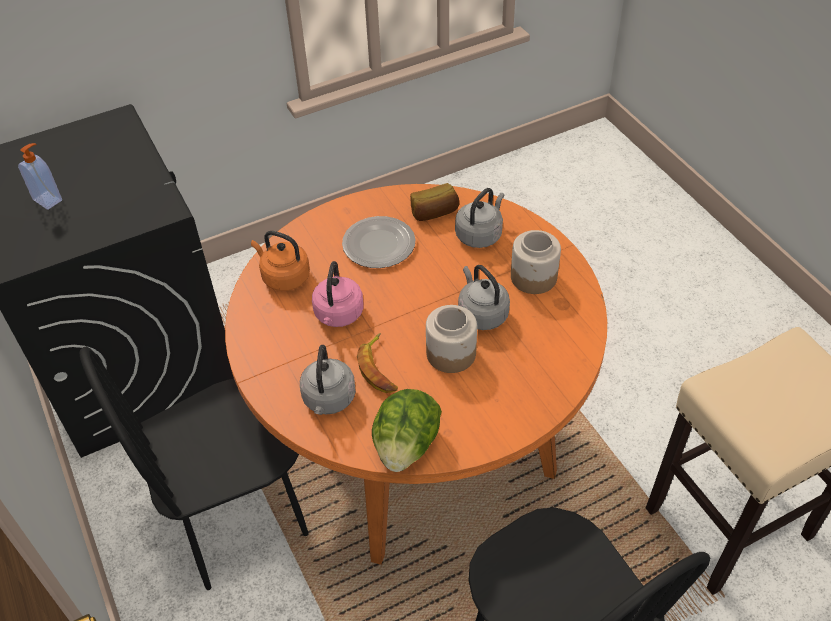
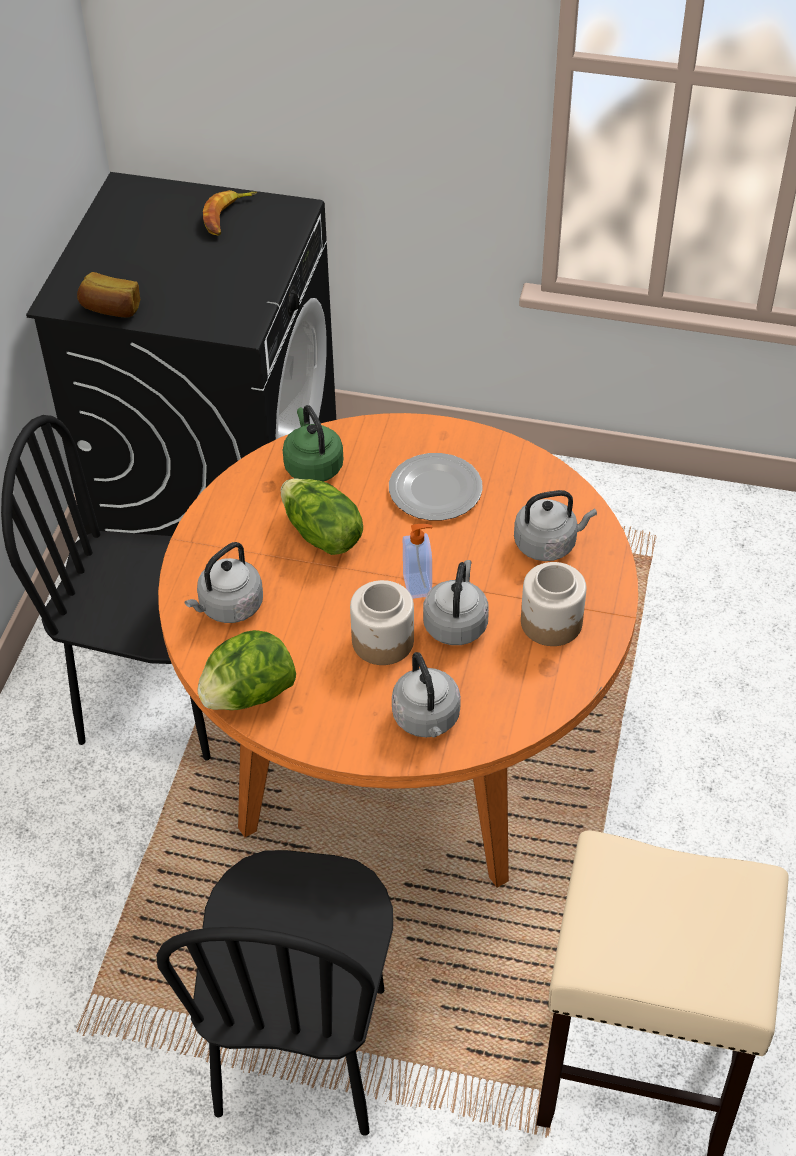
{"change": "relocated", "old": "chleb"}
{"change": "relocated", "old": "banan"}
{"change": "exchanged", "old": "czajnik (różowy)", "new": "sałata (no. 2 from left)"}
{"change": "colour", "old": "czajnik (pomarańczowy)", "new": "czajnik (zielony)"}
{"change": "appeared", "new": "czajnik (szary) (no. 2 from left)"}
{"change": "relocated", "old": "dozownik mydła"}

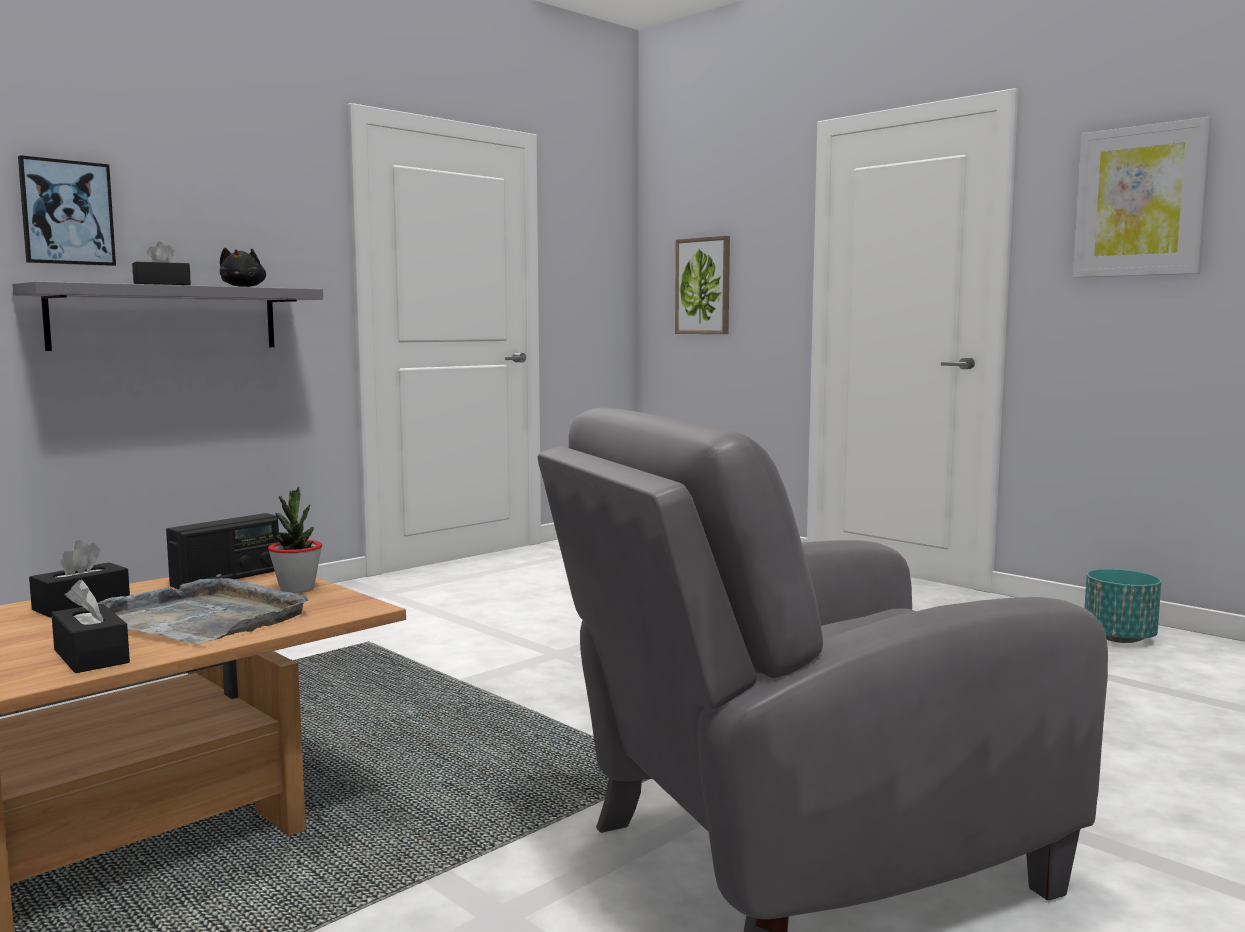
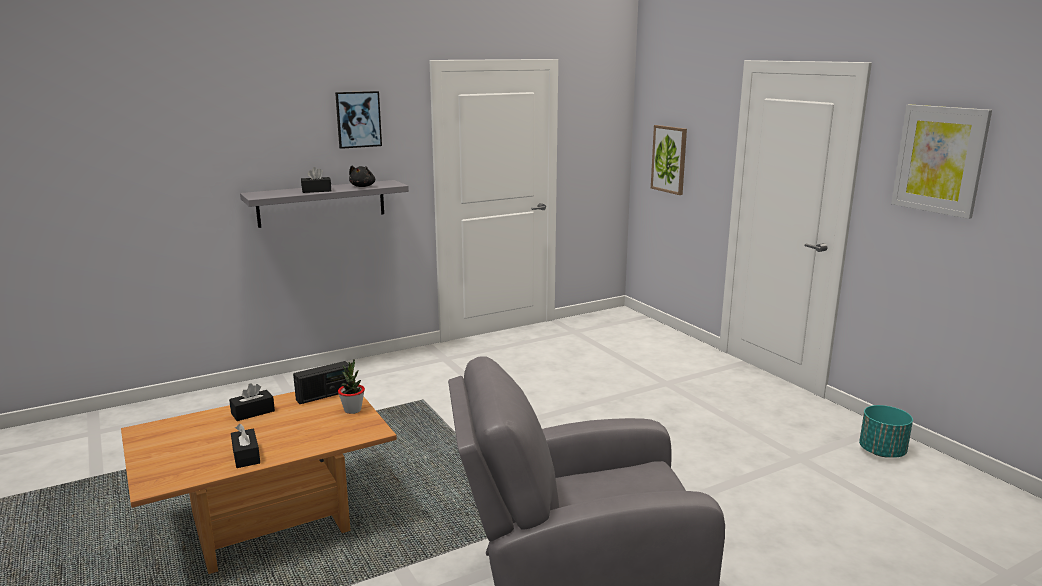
{"change": "relocated", "old": "obraz (no. 1 from left)"}
{"change": "missing", "old": "taca (szary)"}

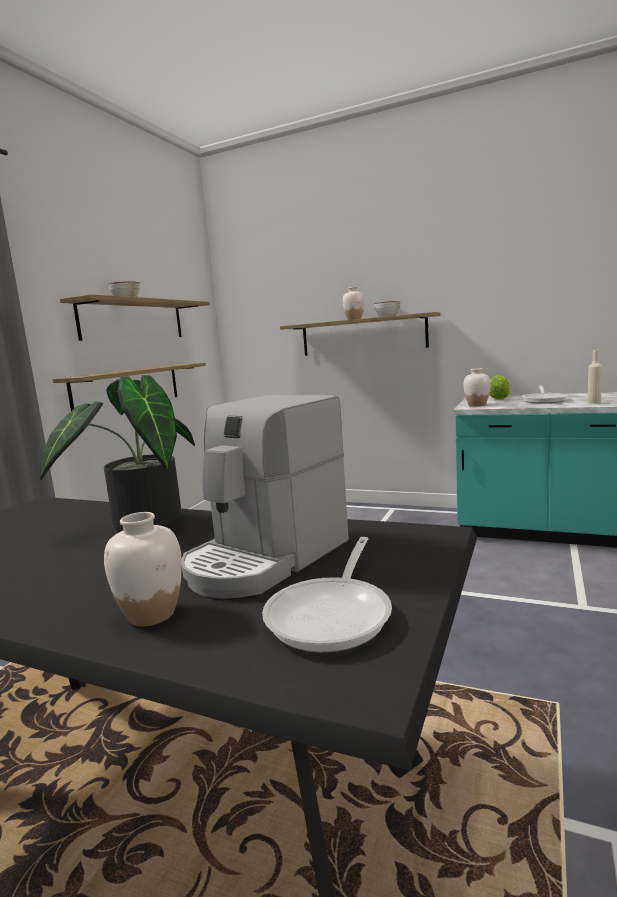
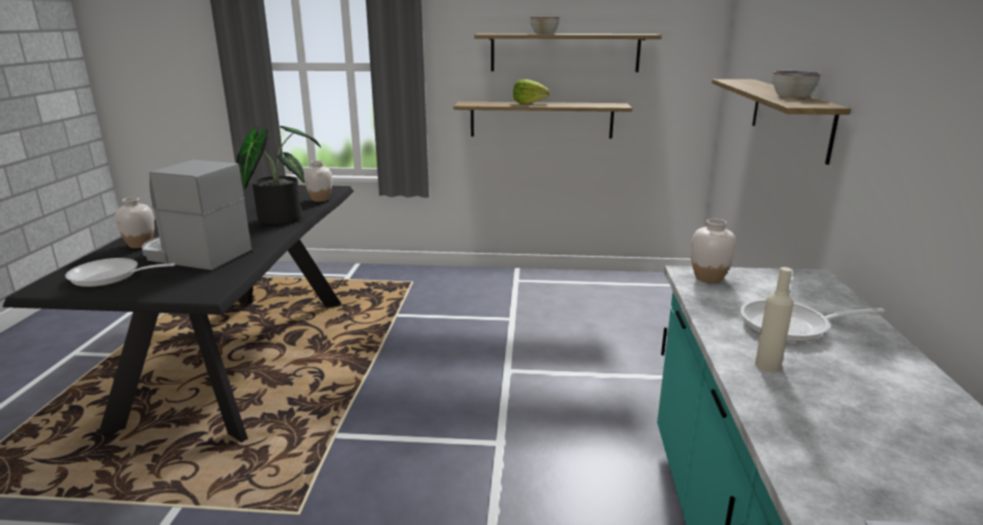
{"change": "relocated", "old": "wazon (biały) (no. 2 from left)"}
{"change": "relocated", "old": "sałata"}

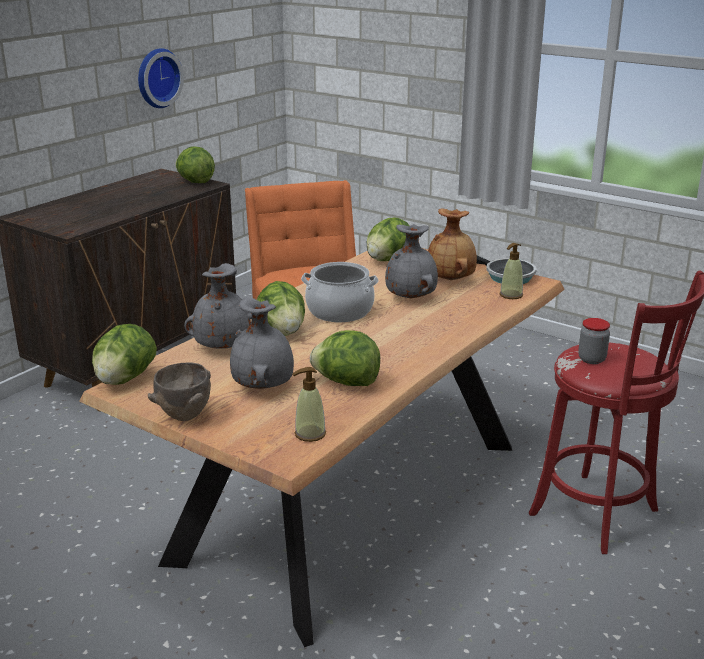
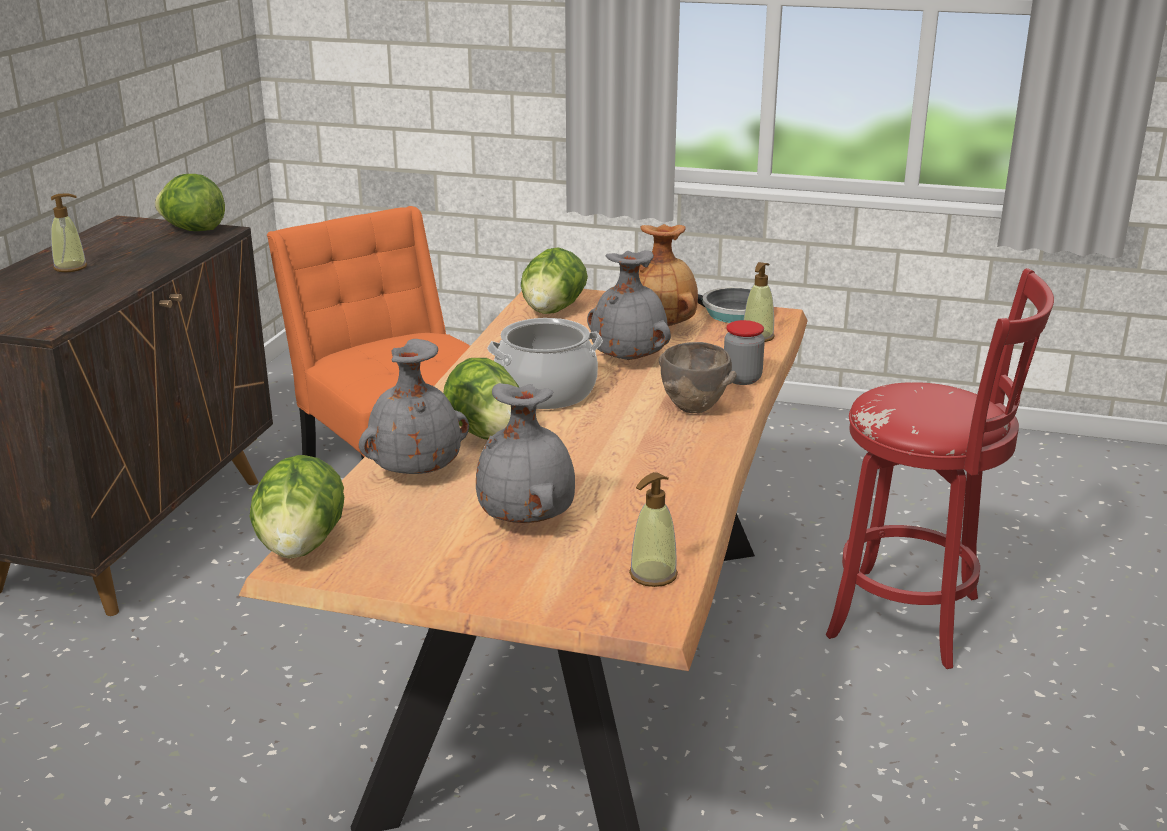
{"change": "appeared", "new": "dozownik mydła (no. 1 from left)"}
{"change": "relocated", "old": "miska (brązowy)"}
{"change": "relocated", "old": "słoik"}
{"change": "missing", "old": "zegar ścienny"}
{"change": "missing", "old": "sałata (no. 4 from left)"}

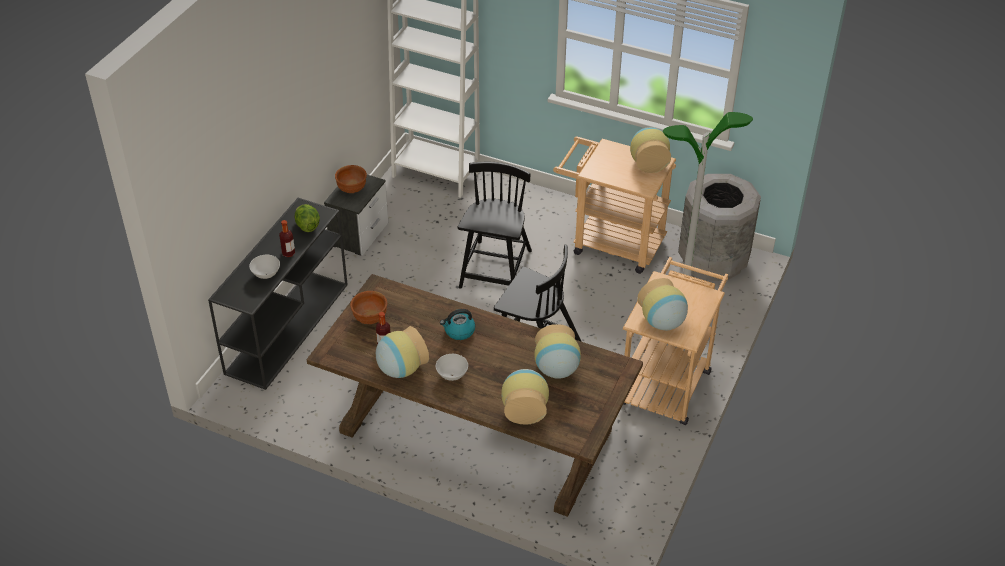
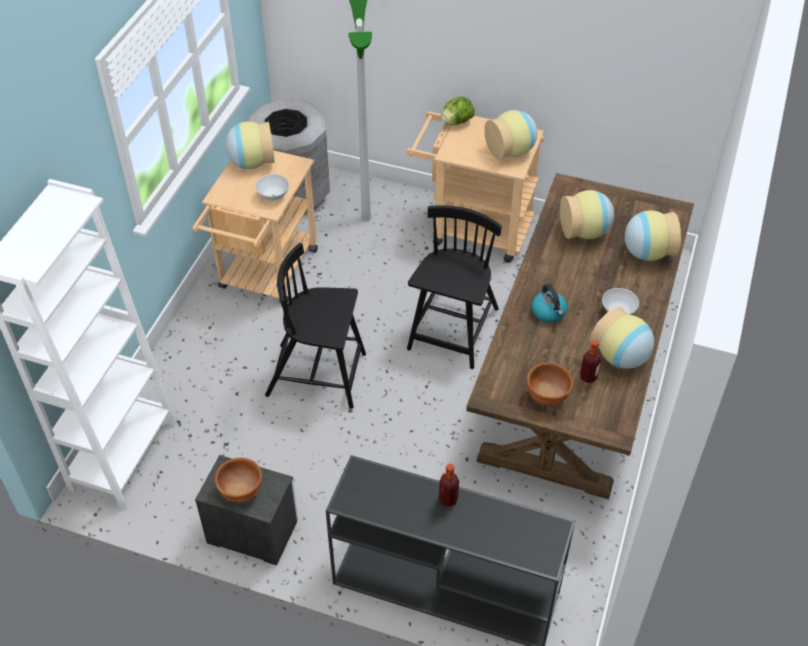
{"change": "relocated", "old": "miska (biały) (no. 1 from left)"}
{"change": "relocated", "old": "sałata"}

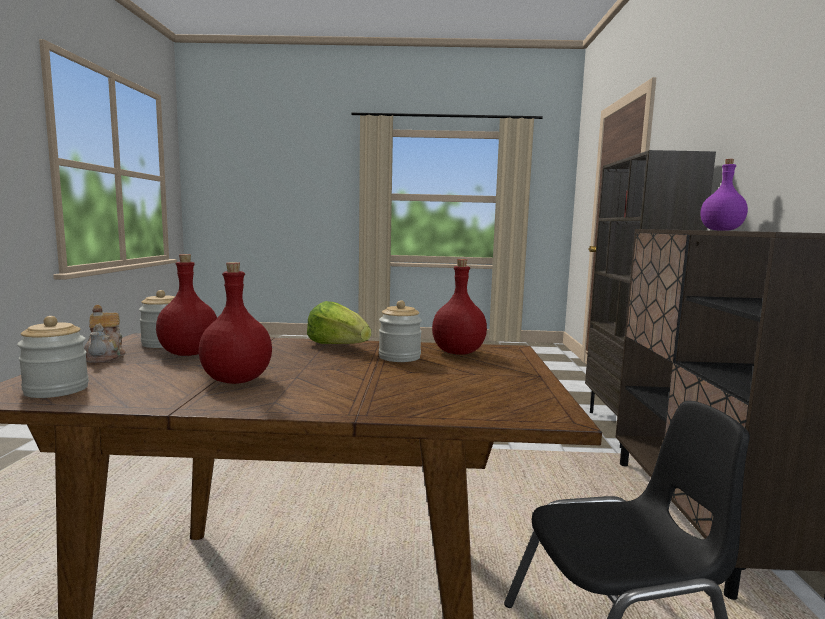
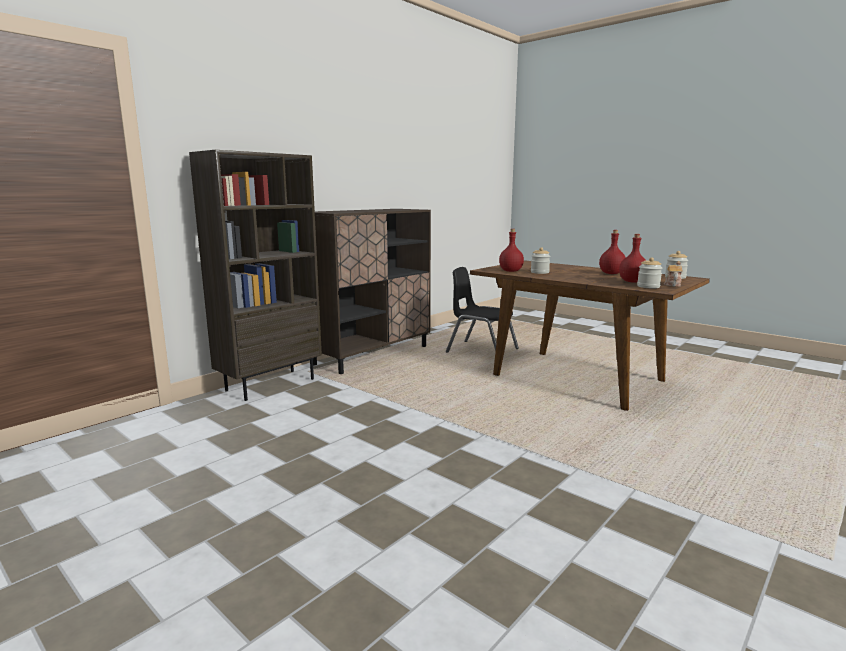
{"change": "missing", "old": "sałata"}
{"change": "missing", "old": "butelka (fioletowy)"}

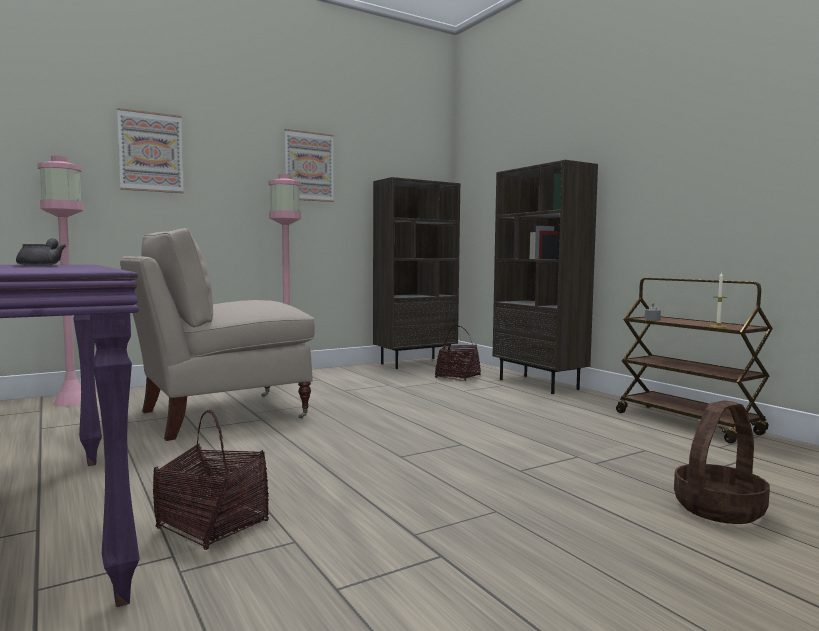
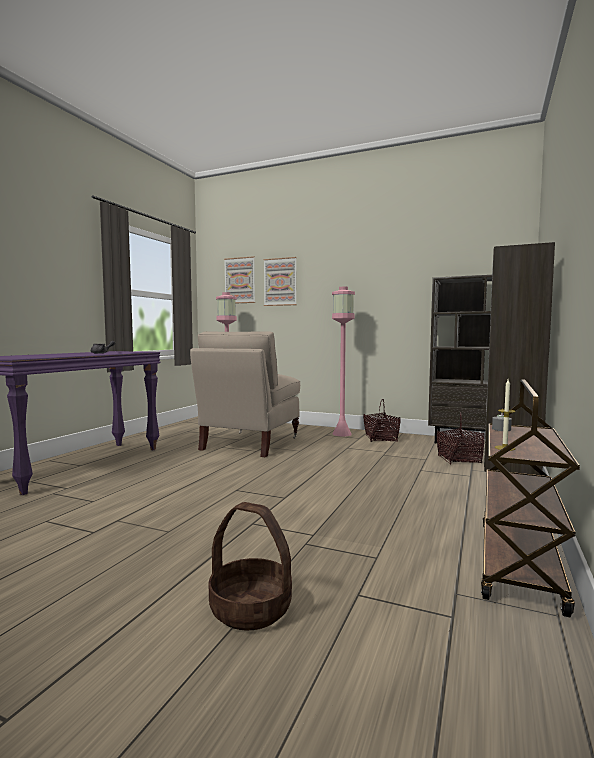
{"change": "spun", "old": "krzesło (beżowy)", "degrees": -90}
{"change": "relocated", "old": "obraz (no. 2 from left in the first image)", "new": "obraz (no. 1 from left)"}
{"change": "relocated", "old": "koszyk (no. 1 from left in the first image)", "new": "koszyk (no. 2 from left)"}

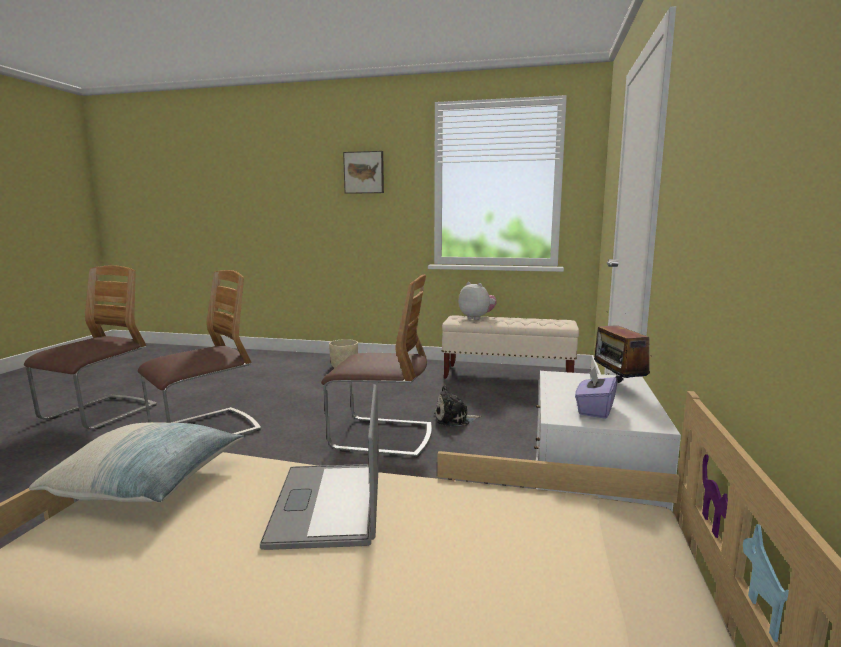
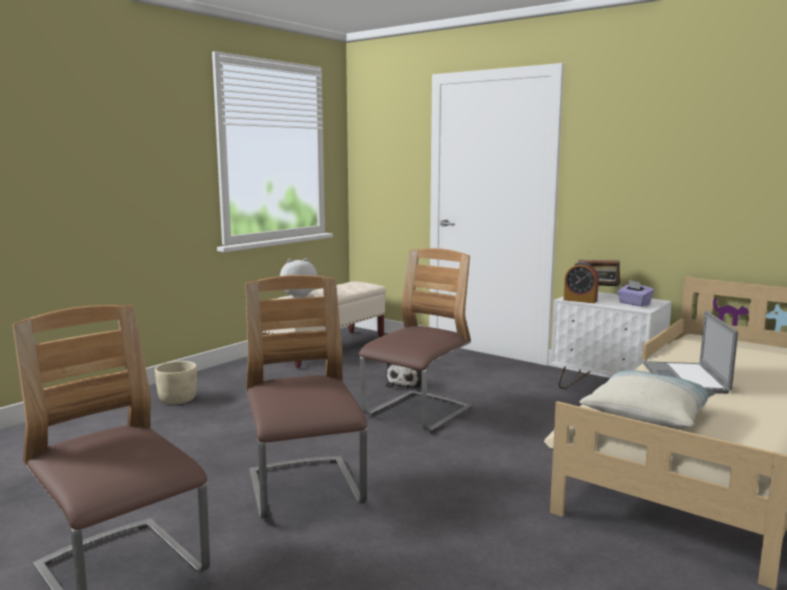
{"change": "appeared", "new": "budzik"}
{"change": "spun", "old": "laptop", "degrees": 75}
{"change": "missing", "old": "obraz"}

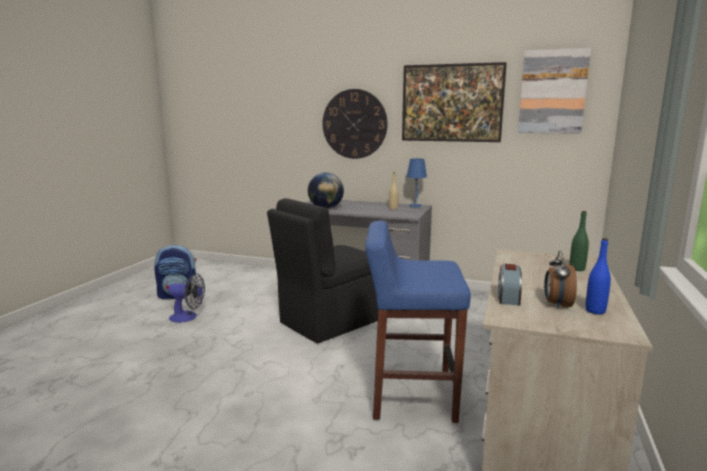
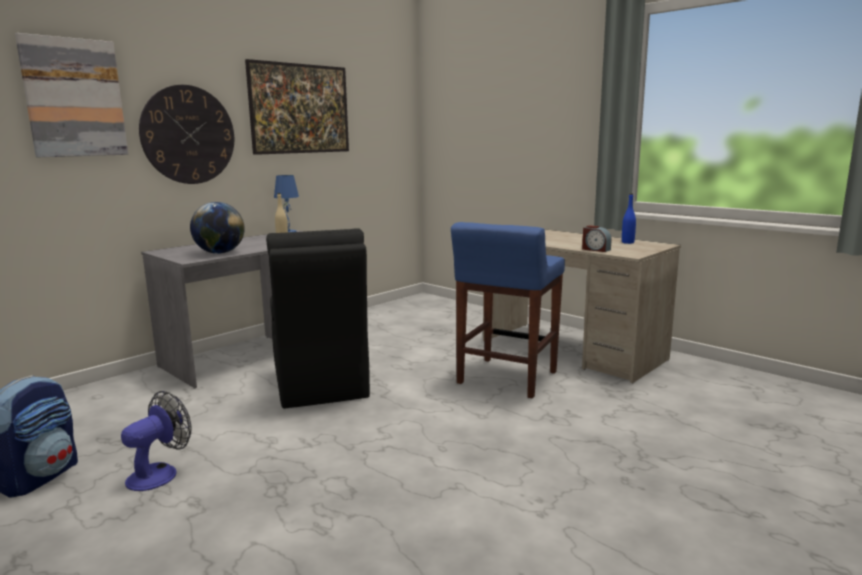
{"change": "relocated", "old": "obraz (no. 2 from left in the first image)", "new": "obraz (no. 1 from left)"}
{"change": "missing", "old": "budzik (no. 2 from left)"}
{"change": "missing", "old": "butelka (zielony)"}

